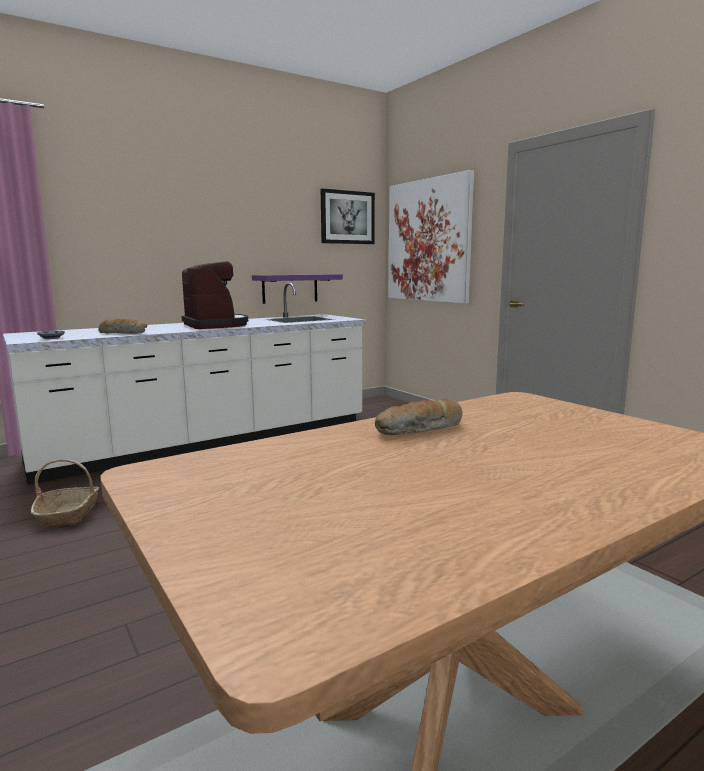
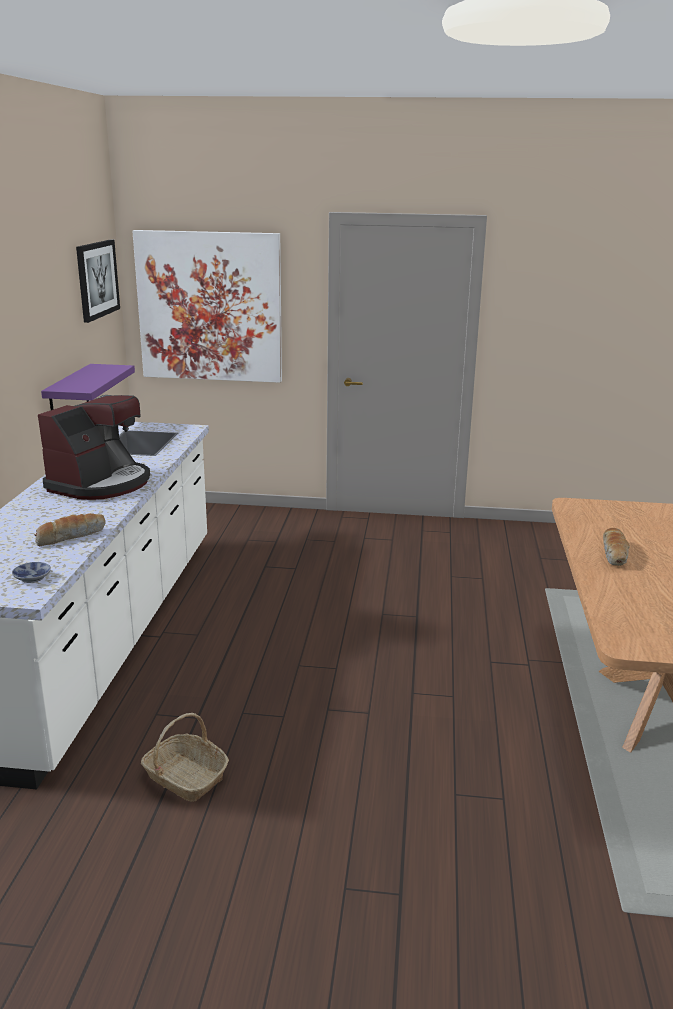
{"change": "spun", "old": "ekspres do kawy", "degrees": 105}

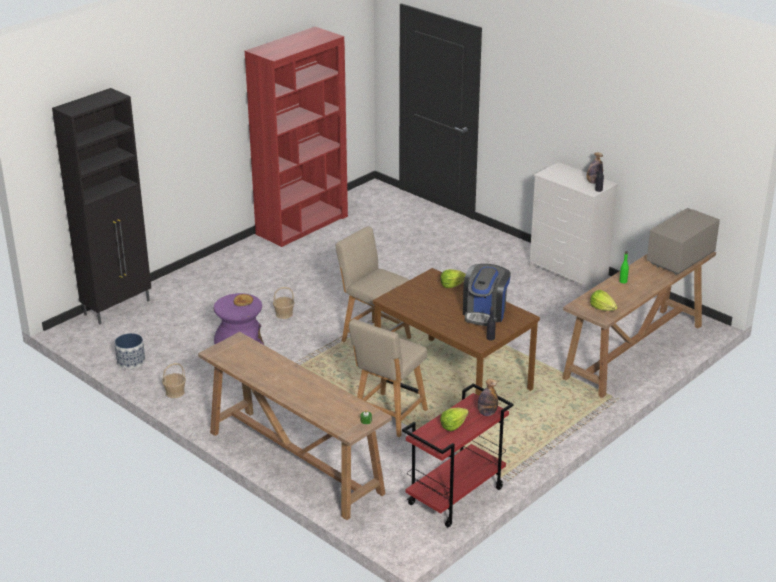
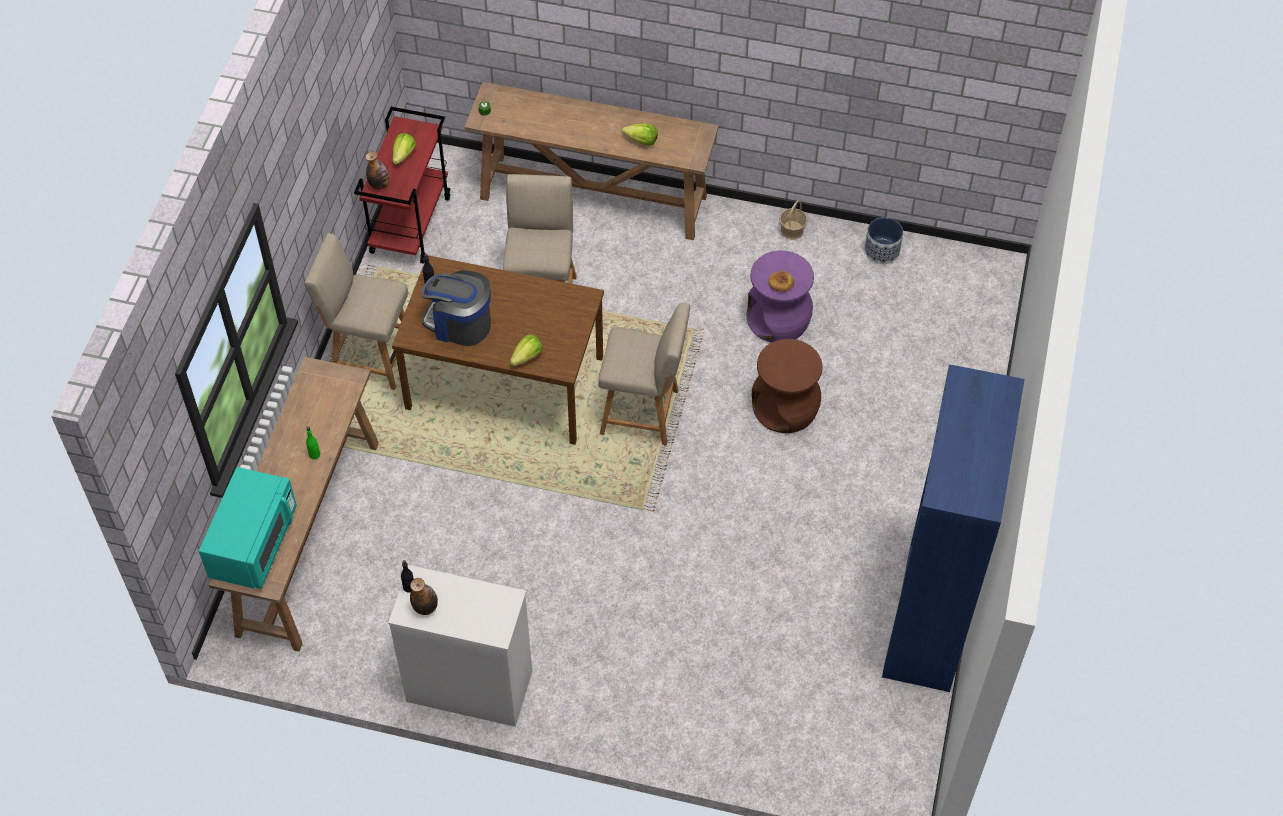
{"change": "colour", "old": "mikrofalówka (szary)", "new": "mikrofalówka (turkusowy)"}
{"change": "appeared", "new": "krzesło (beżowy) (no. 1 from left)"}
{"change": "spun", "old": "ekspres do kawy", "degrees": -60}
{"change": "relocated", "old": "sałata (no. 3 from left)"}
{"change": "exchanged", "old": "koszyk (no. 2 from left)", "new": "stołek (brązowy)"}
{"change": "colour", "old": "regał (czerwony)", "new": "regał (niebieski)"}
{"change": "missing", "old": "szafka (czarny)"}

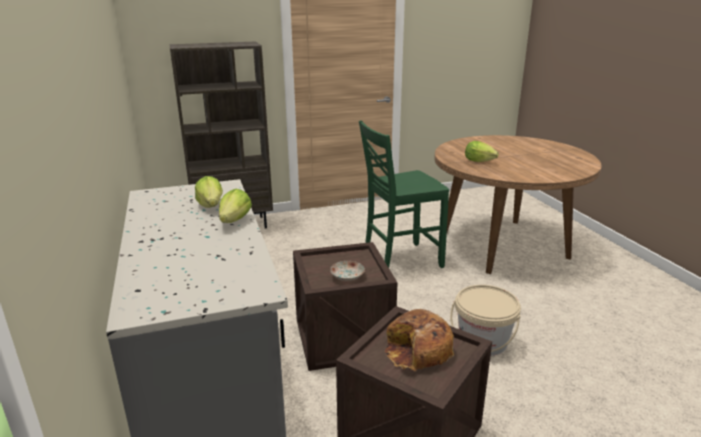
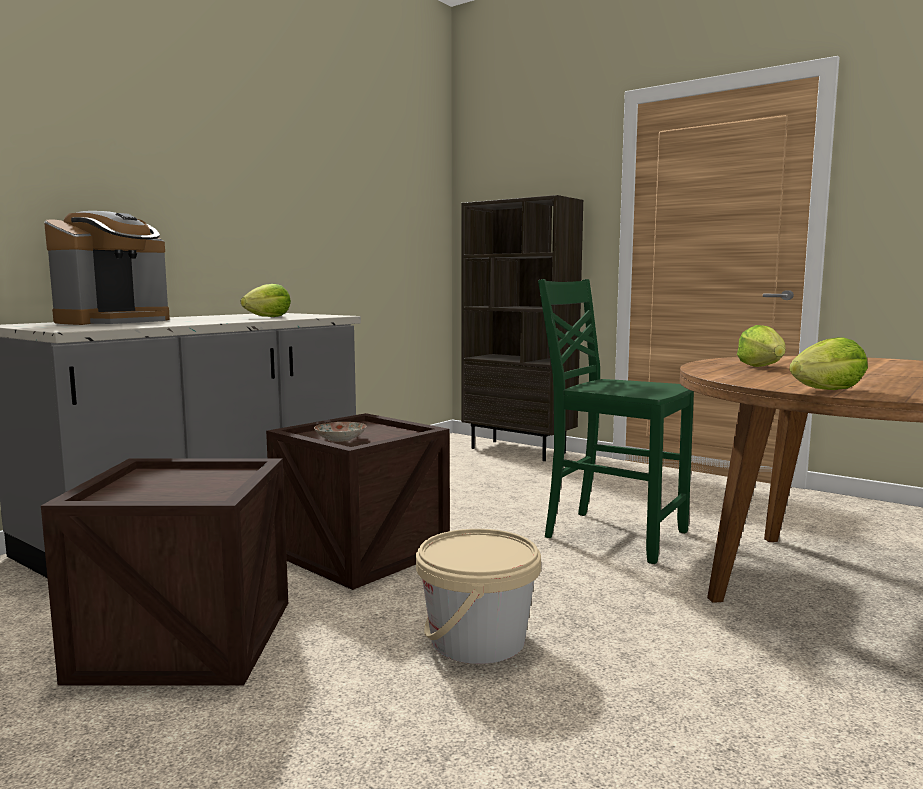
{"change": "appeared", "new": "ekspres do kawy"}
{"change": "relocated", "old": "sałata (no. 2 from left in the first image)", "new": "sałata (no. 3 from left)"}
{"change": "missing", "old": "chleb"}

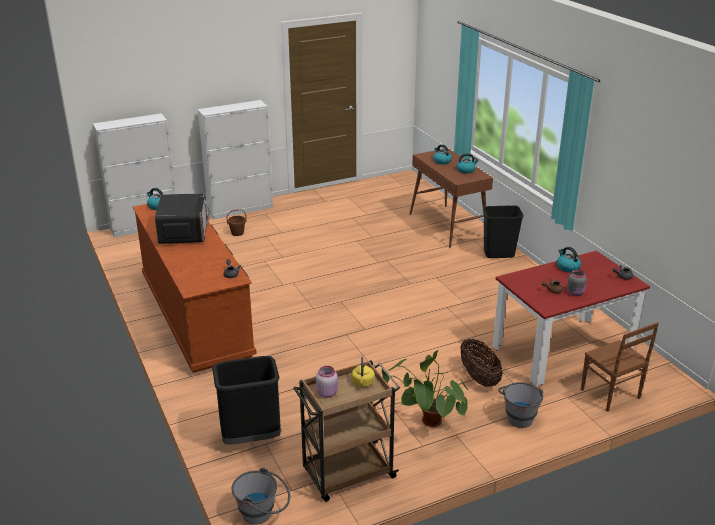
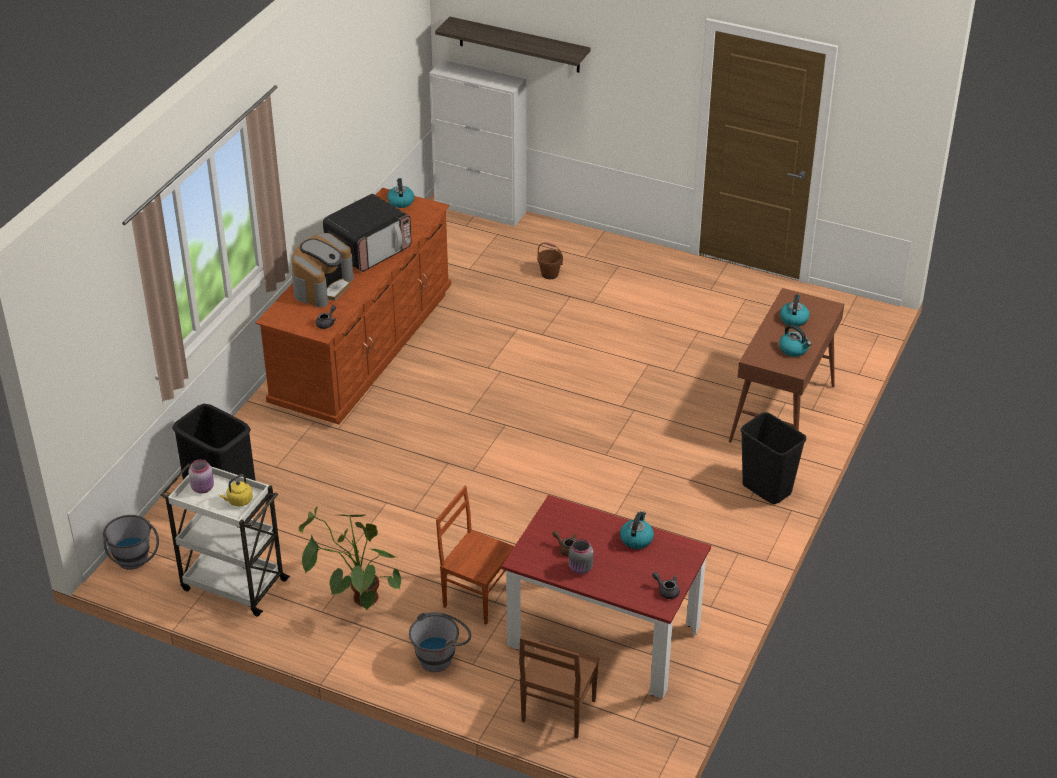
{"change": "colour", "old": "wózek (brązowy)", "new": "wózek (biały)"}
{"change": "appeared", "new": "ekspres do kawy"}
{"change": "appeared", "new": "półka"}
{"change": "exchanged", "old": "koszyk", "new": "krzesło (brązowy) (no. 1 from left)"}
{"change": "missing", "old": "szafka (biały) (no. 2 from left)"}

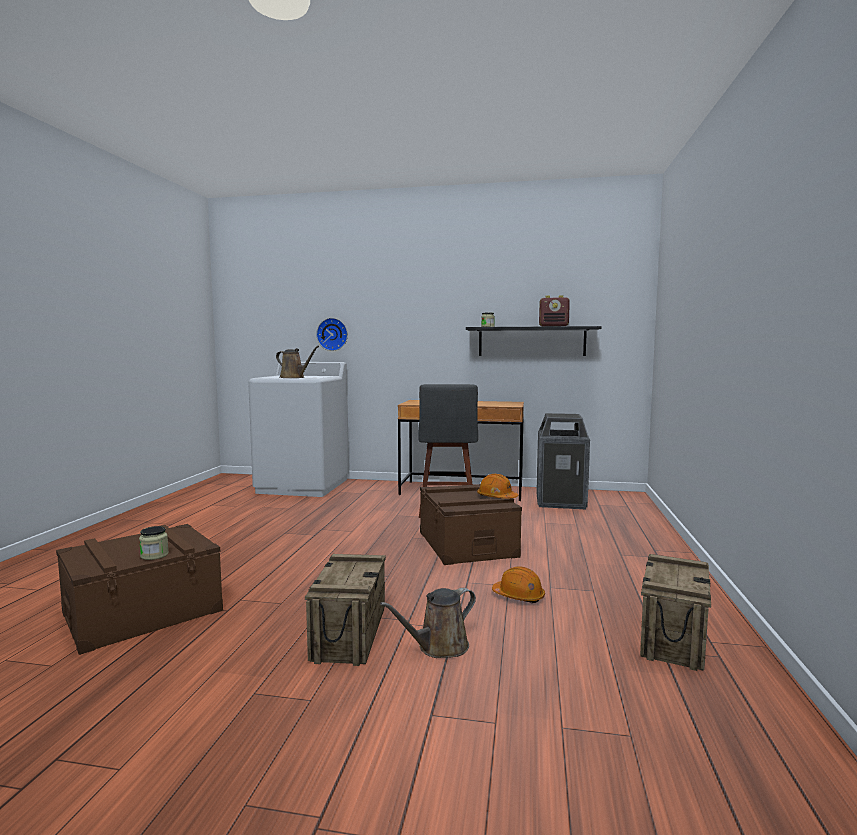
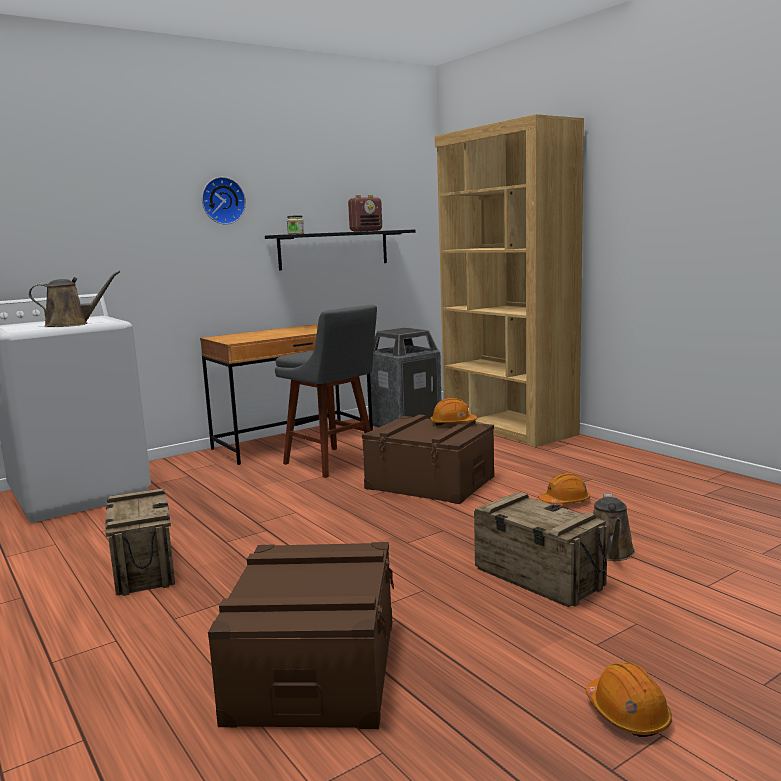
{"change": "relocated", "old": "skrzynka (no. 2 from left in the first image)", "new": "skrzynka (no. 1 from left)"}
{"change": "relocated", "old": "zegar ścienny"}
{"change": "appeared", "new": "regał (brązowy)"}
{"change": "appeared", "new": "kask (pomarańczowy) (no. 3 from left)"}
{"change": "missing", "old": "słoik (no. 1 from left)"}

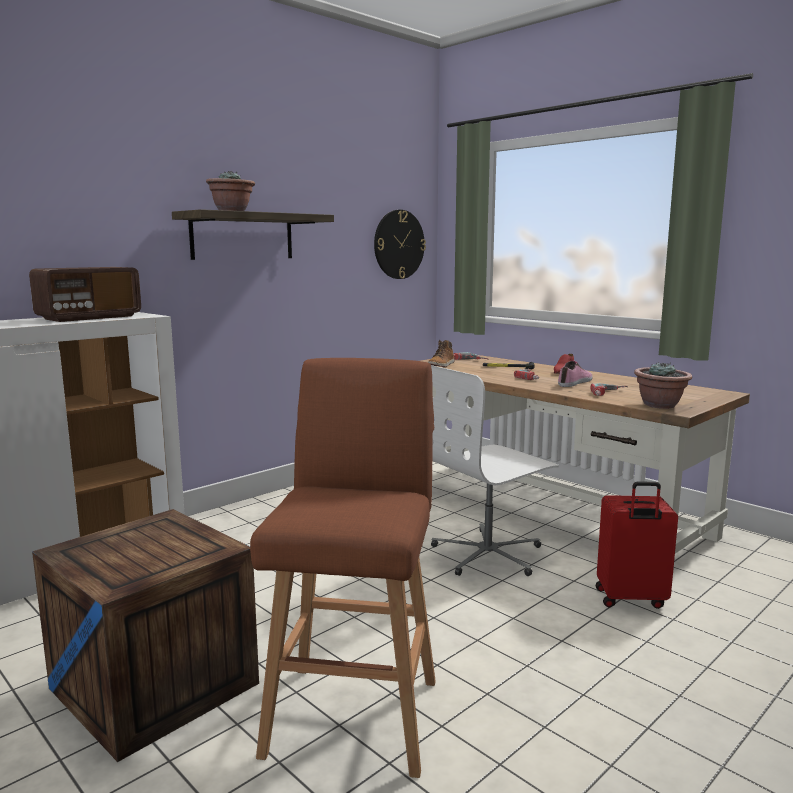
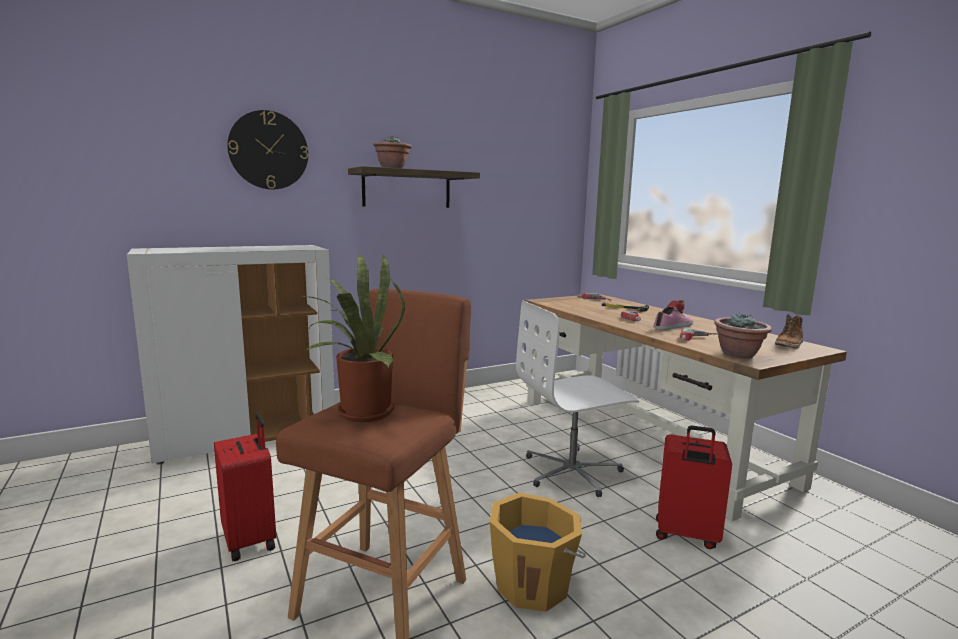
{"change": "exchanged", "old": "skrzynka", "new": "walizka (czerwony) (no. 1 from left)"}
{"change": "relocated", "old": "zegar ścienny"}
{"change": "appeared", "new": "roślina doniczkowa (no. 1 from left)"}
{"change": "appeared", "new": "wiadro (pomarańczowy)"}
{"change": "relocated", "old": "but z cholewką"}
{"change": "missing", "old": "radio"}

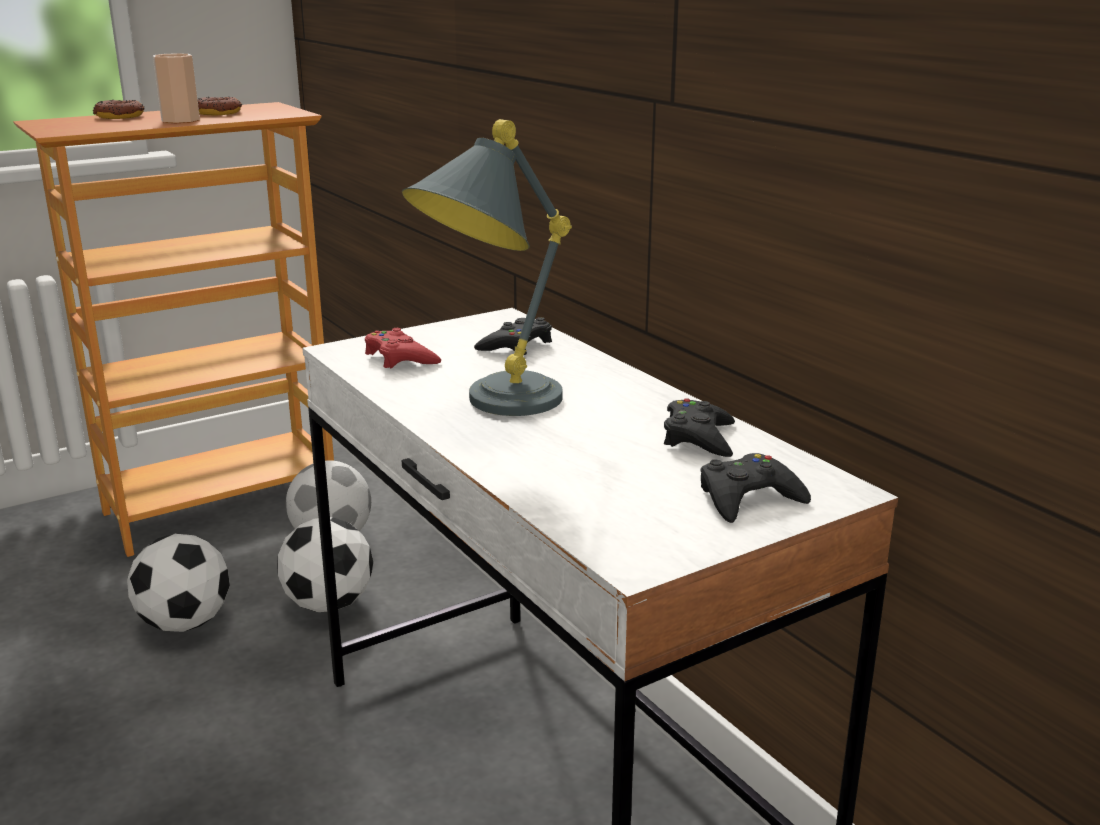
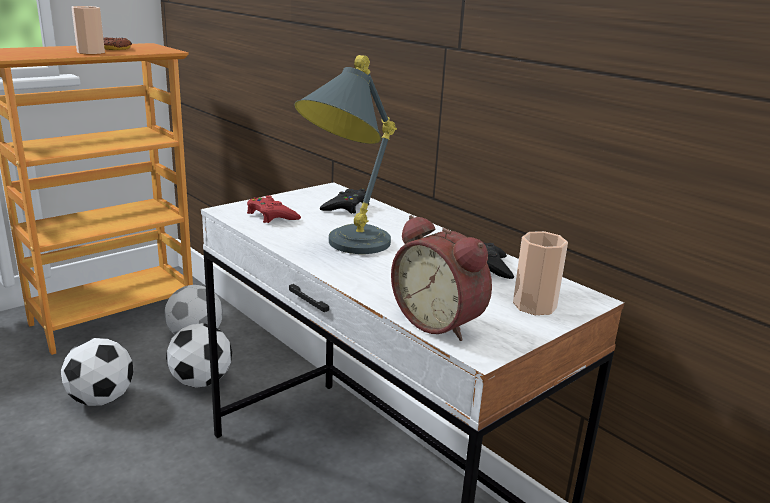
{"change": "appeared", "new": "budzik"}
{"change": "exchanged", "old": "pad do gier (czarny) (no. 3 from left)", "new": "filiżanka (no. 2 from left)"}
{"change": "missing", "old": "donut (no. 1 from left)"}

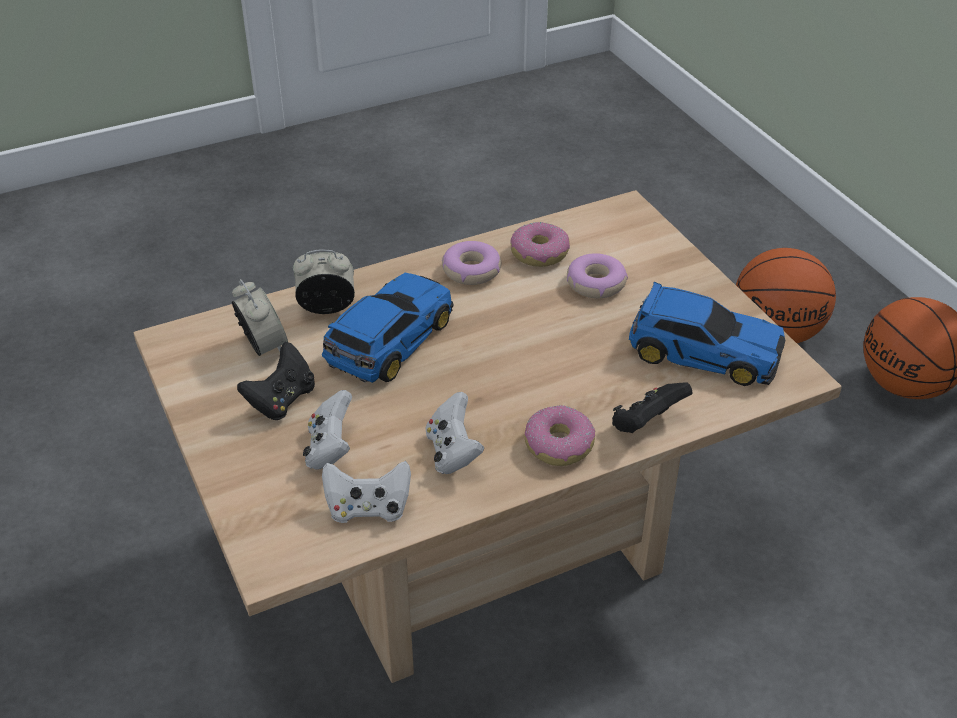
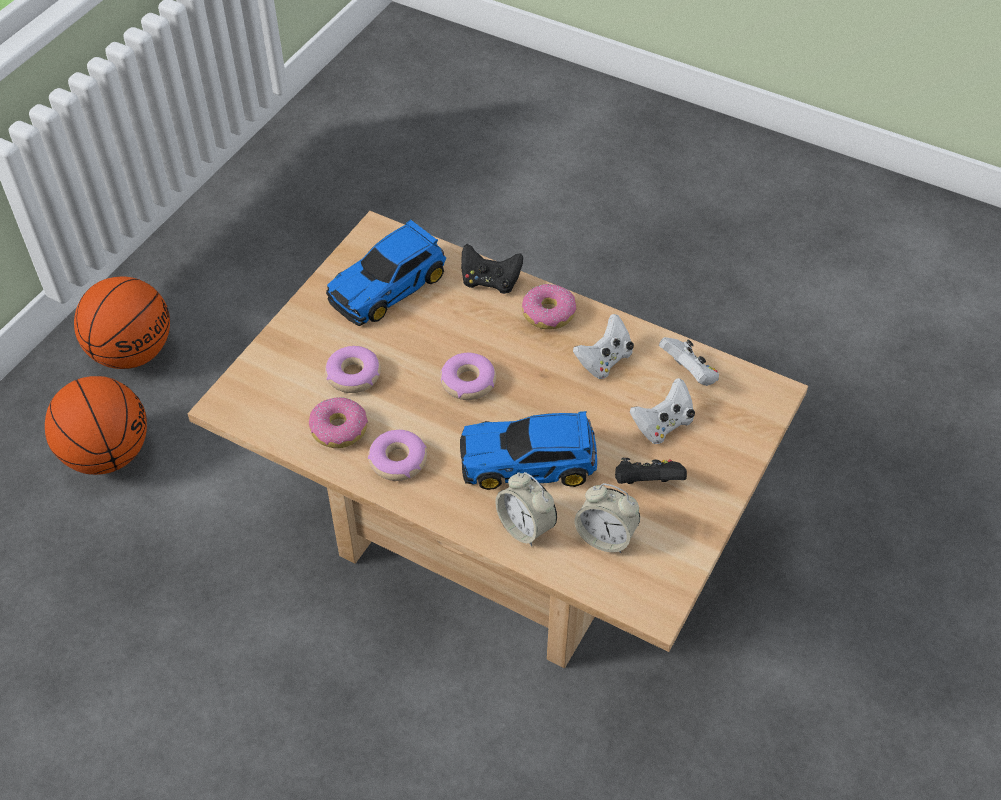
{"change": "spun", "old": "samochodzik (no. 2 from left in the first image)", "degrees": -120}
{"change": "appeared", "new": "donut (no. 4 from left)"}
{"change": "spun", "old": "budzik (no. 1 from left in the first image)", "degrees": -90}

